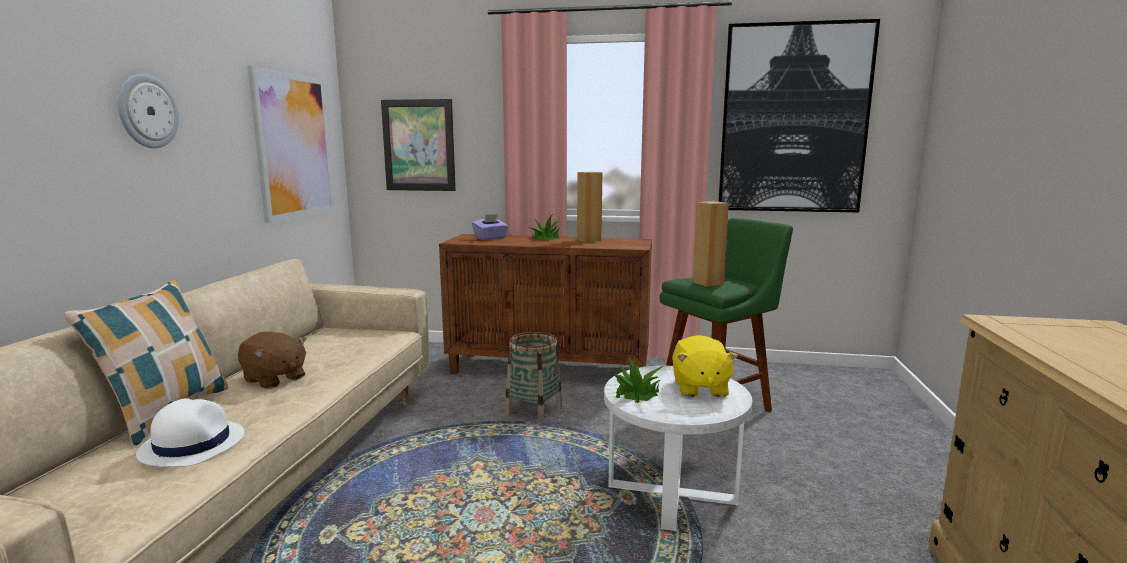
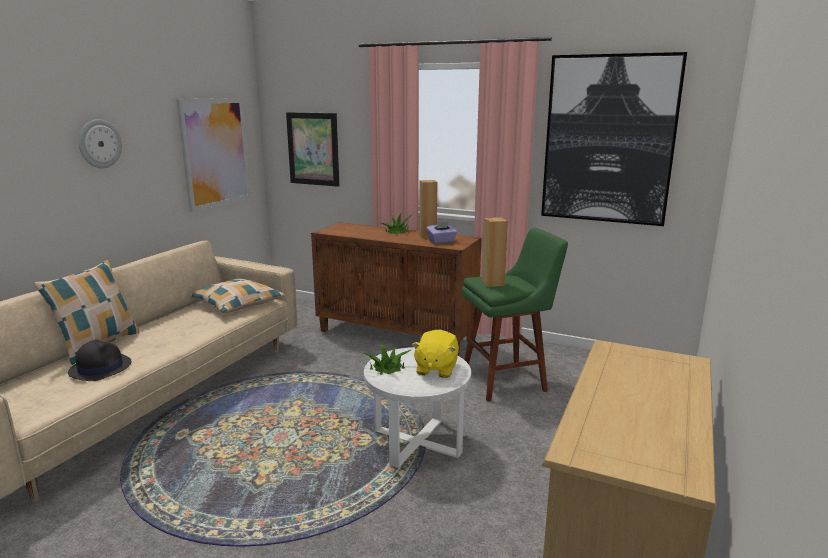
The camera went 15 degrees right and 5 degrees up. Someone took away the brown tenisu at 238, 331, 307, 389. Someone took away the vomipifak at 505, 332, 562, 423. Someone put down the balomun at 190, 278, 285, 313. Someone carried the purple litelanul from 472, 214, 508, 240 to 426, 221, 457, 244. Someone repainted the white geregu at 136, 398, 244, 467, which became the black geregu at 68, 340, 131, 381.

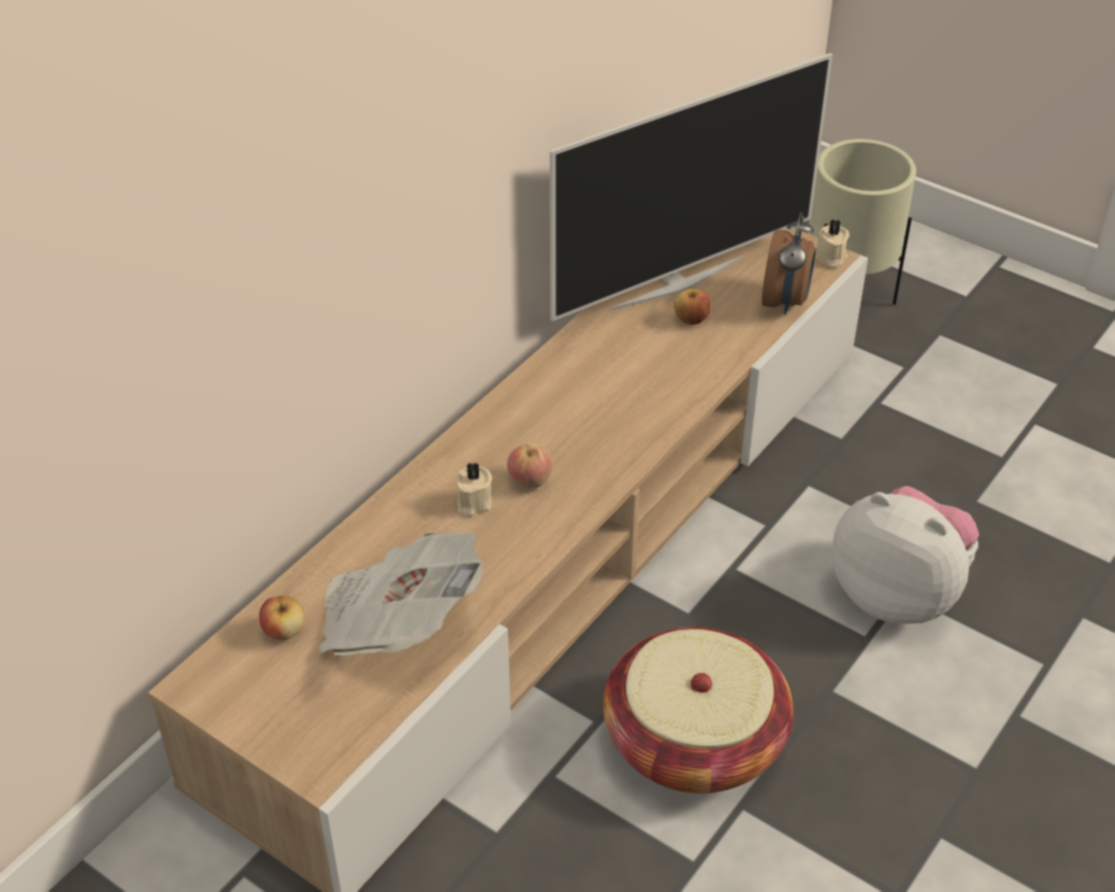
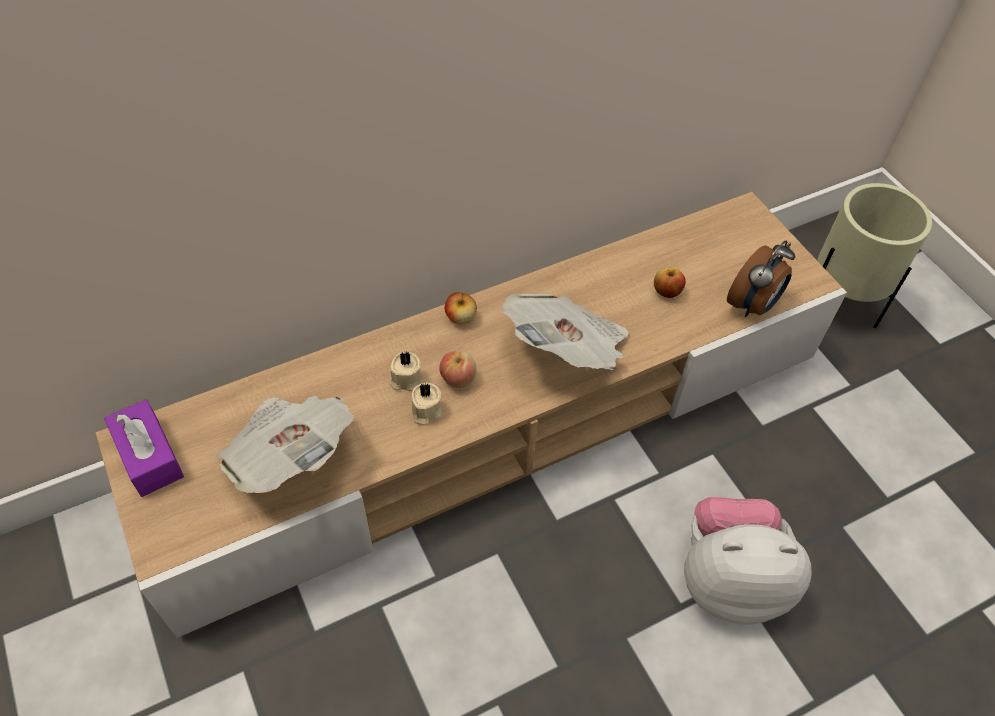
The camera went 25 degrees right and 10 degrees up. Someone took away the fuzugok at 550, 53, 833, 321. Someone took away the vomipifak at 603, 627, 794, 794. Someone put down the purple litelanul at 104, 399, 184, 497. Someone put down the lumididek at 502, 294, 629, 370. Someone carried the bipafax from 259, 596, 305, 640 to 445, 292, 477, 324. Someone carried the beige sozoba from 815, 219, 850, 268 to 412, 382, 441, 426. Someone rotated the tenisu at 832, 486, 979, 624 by 60 degrees counterclockwise.

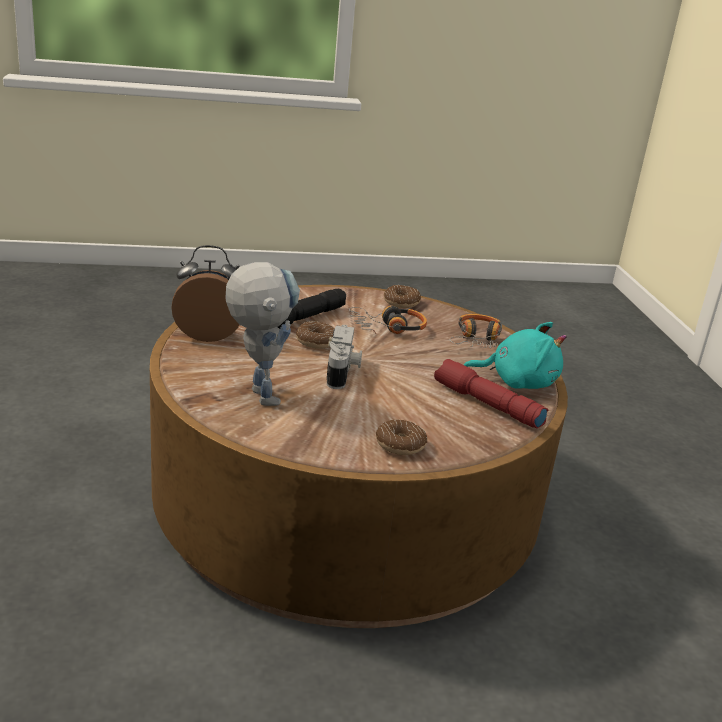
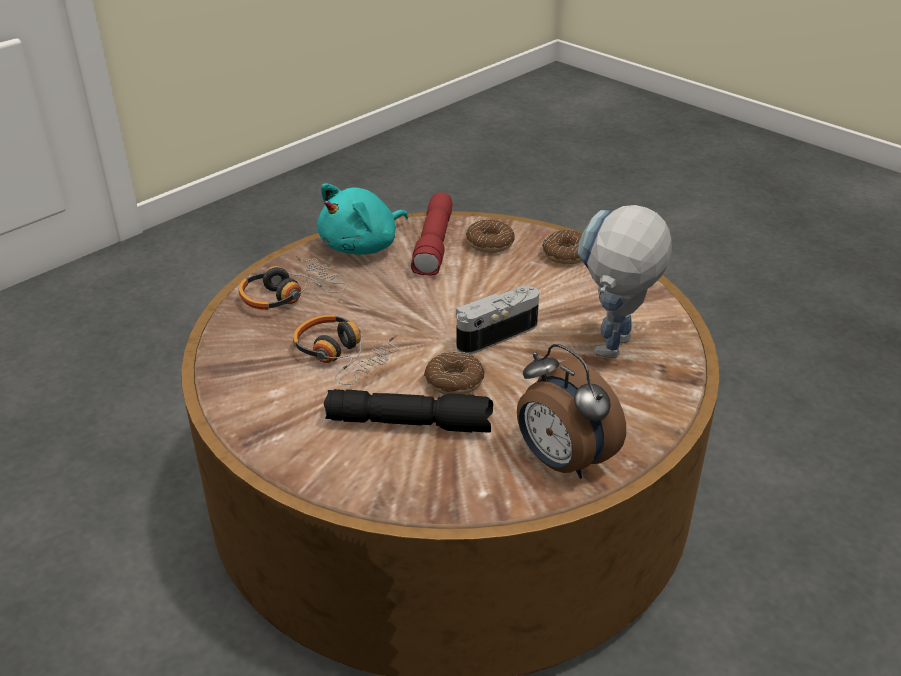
The camera went 125 degrees left and 10 degrees up. Someone carried the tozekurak from 384, 285, 421, 308 to 466, 219, 515, 253. Someone rotated the turquoise tenisu at 464, 322, 567, 389 by 105 degrees counterclockwise.

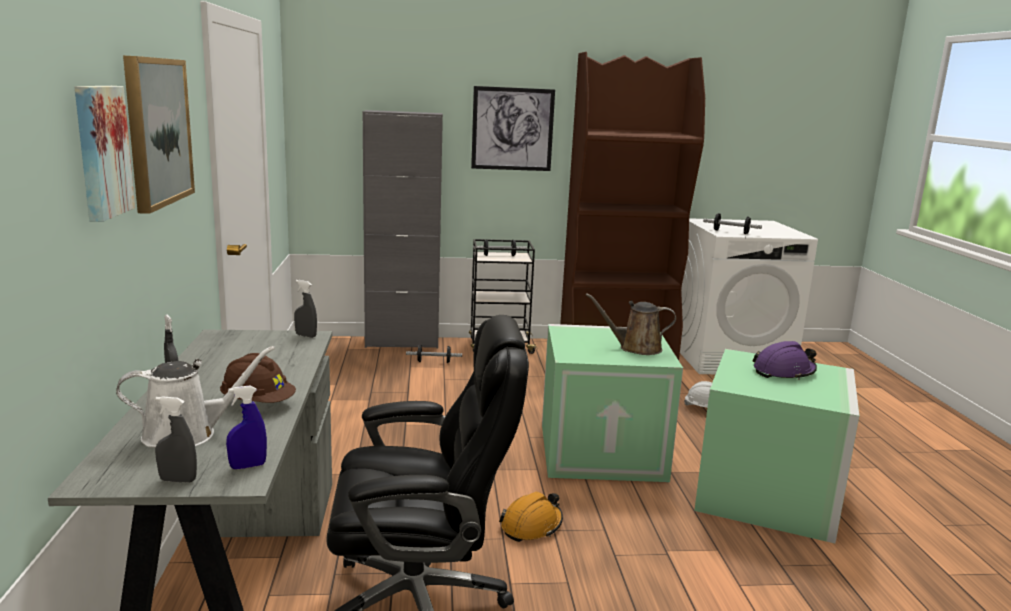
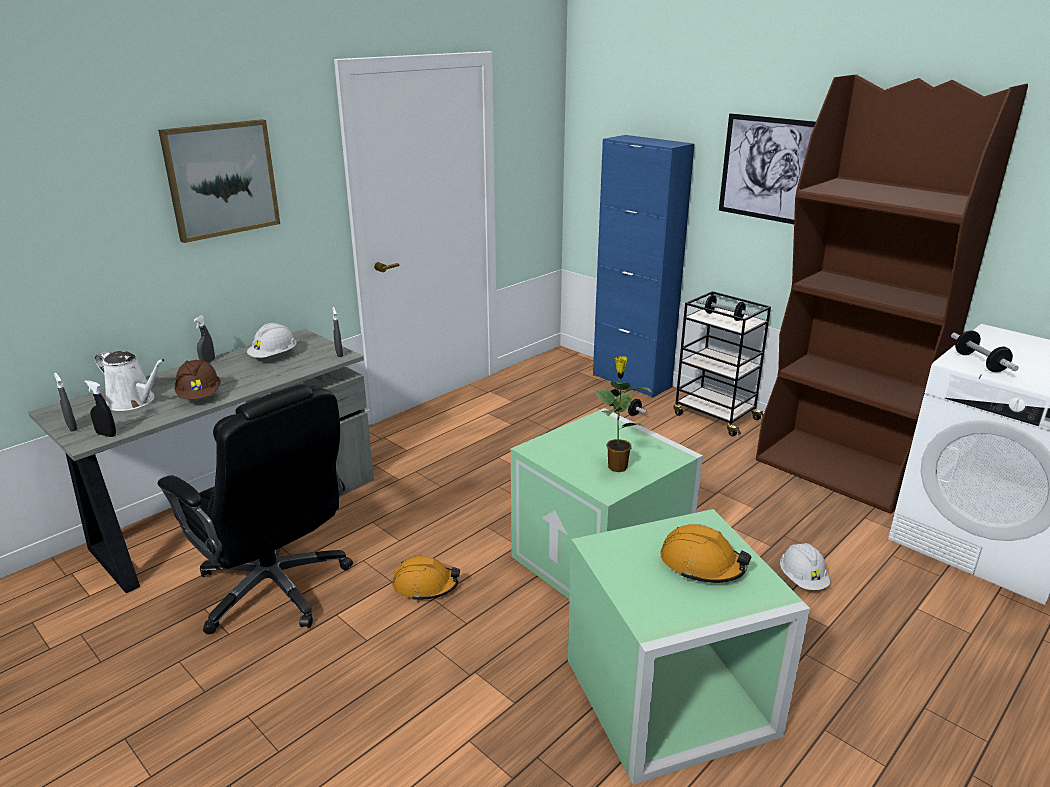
The camera went 50 degrees right and 10 degrees up. Someone took away the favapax at 74, 86, 135, 222. Someone put down the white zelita at 247, 323, 297, 358. Someone swapped the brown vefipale at 586, 293, 676, 355 for the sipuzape at 594, 356, 653, 472. Someone repainted the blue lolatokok at 226, 386, 267, 469, which became the black lolatokok at 84, 380, 116, 437. Someone repainted the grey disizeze at 363, 110, 443, 348, which became the blue disizeze at 593, 135, 694, 398. Someone repainted the purple zelita at 752, 341, 817, 380, which became the orange zelita at 661, 524, 751, 583.

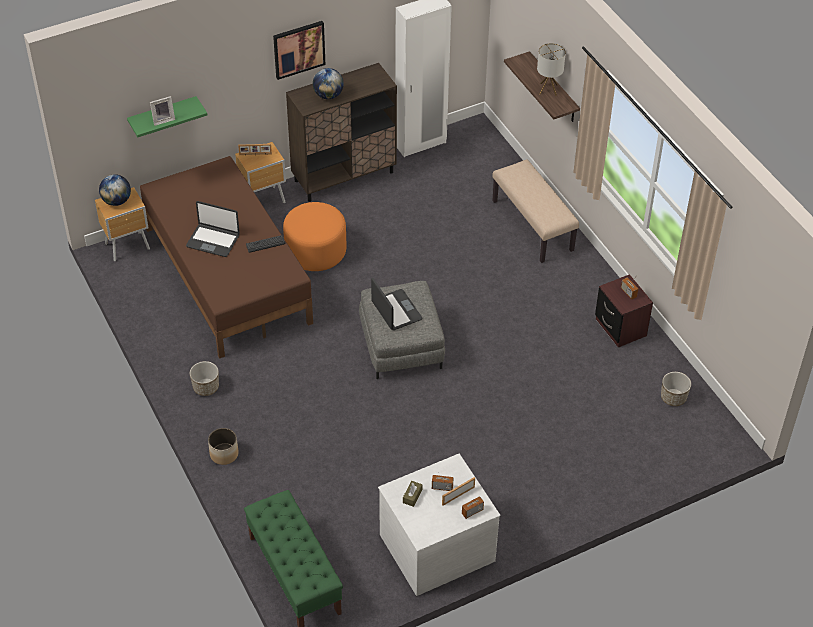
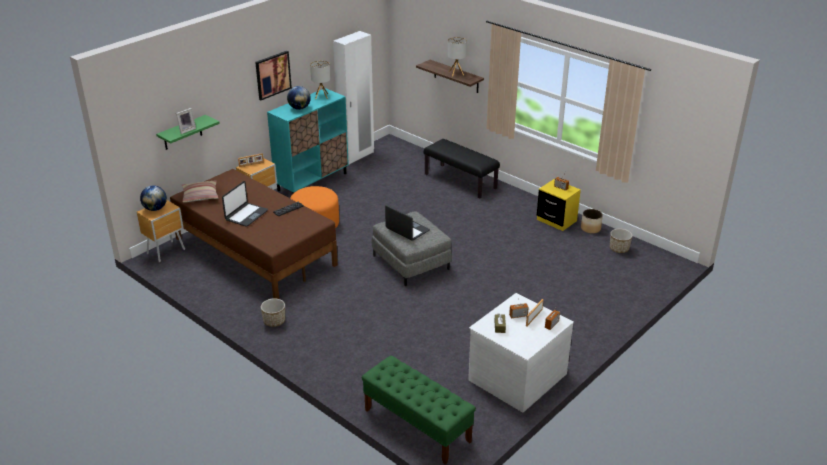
The camera went 20 degrees left and 15 degrees down. Someone put down the balomun at 182, 180, 218, 202. Someone put down the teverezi at 310, 60, 330, 99. Someone carried the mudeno from 208, 428, 239, 465 to 581, 209, 603, 234. Someone repainted the brown disizeze at 286, 63, 397, 202, which became the turquoise disizeze at 267, 88, 349, 193. Someone repainted the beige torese at 492, 159, 579, 263, which became the black torese at 424, 139, 500, 199. Someone repainted the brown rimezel at 595, 274, 653, 348, which became the yellow rimezel at 537, 179, 581, 231. Someone rotated the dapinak at 186, 201, 240, 257 by 60 degrees counterclockwise.

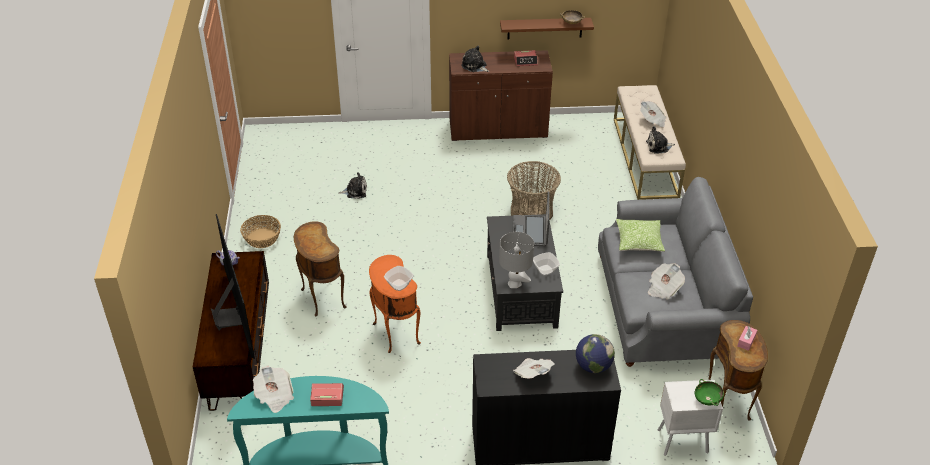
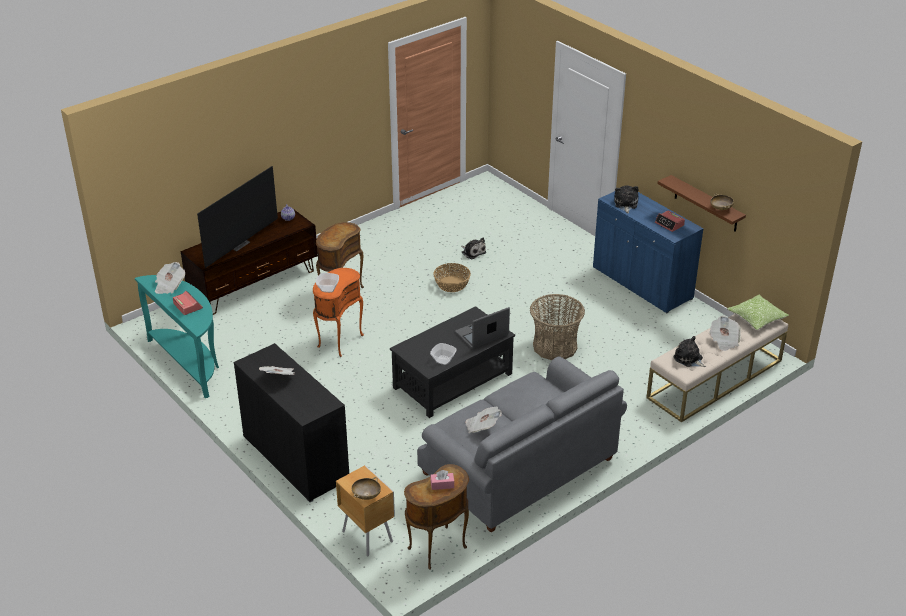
The camera went 55 degrees right and 5 degrees down. Someone took away the grey teverezi at 499, 232, 534, 288. Someone took away the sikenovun at 576, 334, 615, 373. Someone carried the vomipifak from 240, 215, 281, 248 to 434, 263, 471, 292. Someone carried the balomun from 616, 219, 665, 252 to 727, 295, 789, 330. Someone repainted the brown disizeze at 449, 50, 553, 141, which became the blue disizeze at 593, 191, 704, 313. Someone repainted the white rimezel at 658, 380, 723, 456, which became the brown rimezel at 336, 465, 395, 556. Someone repainted the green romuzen at 695, 379, 724, 406, which became the beige romuzen at 352, 477, 381, 500.

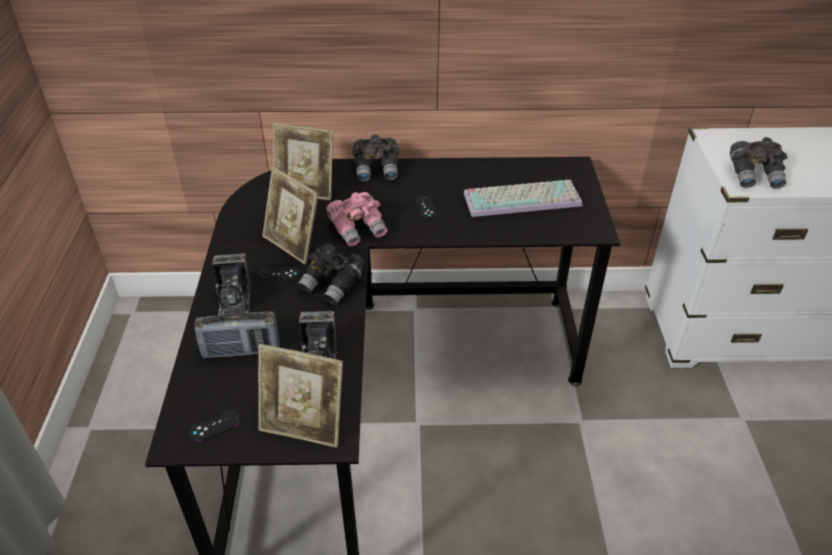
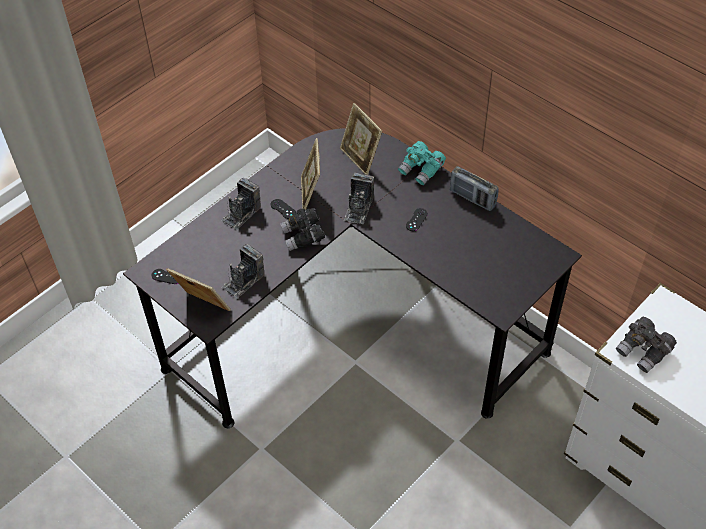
The camera went 45 degrees right and 10 degrees up. Someone took away the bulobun at 464, 180, 583, 217. Someone carried the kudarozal from 194, 311, 280, 358 to 450, 166, 499, 211. Someone swapped the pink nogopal at 326, 192, 388, 246 for the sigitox at 344, 173, 374, 224. Someone repainted the grey nogopal at 352, 134, 400, 182, which became the turquoise nogopal at 398, 141, 446, 185. Someone rotated the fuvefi at 258, 344, 343, 448 by 150 degrees clockwise.

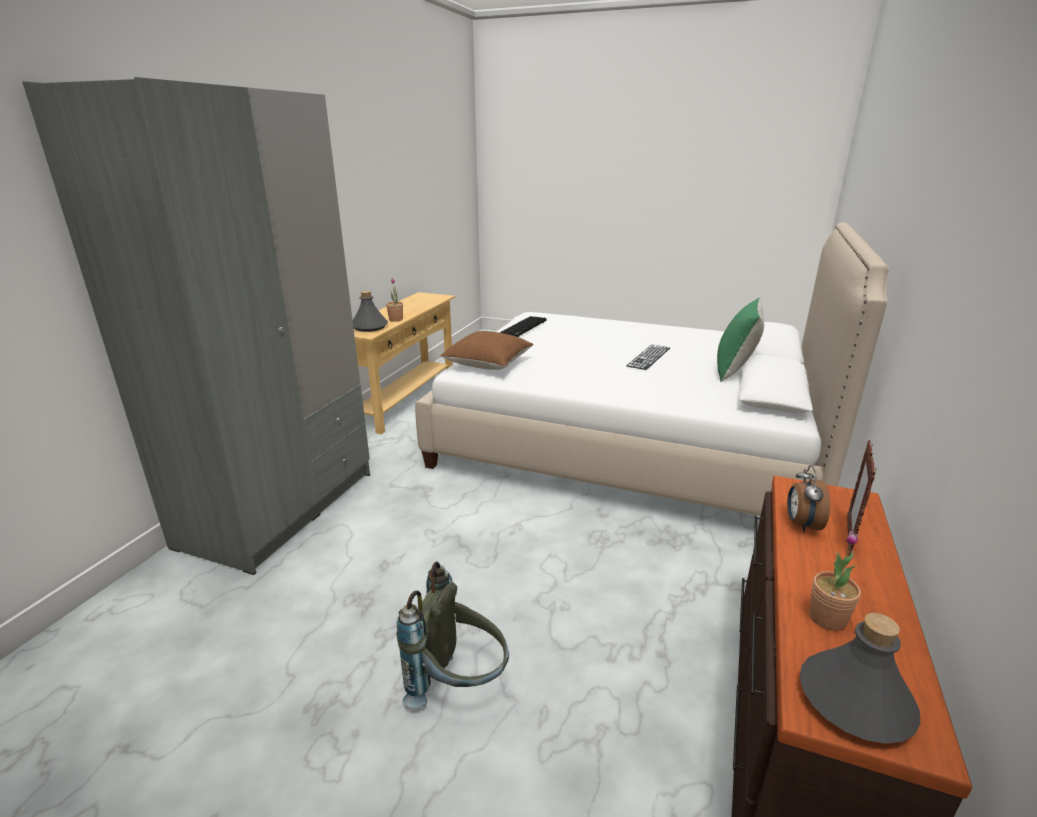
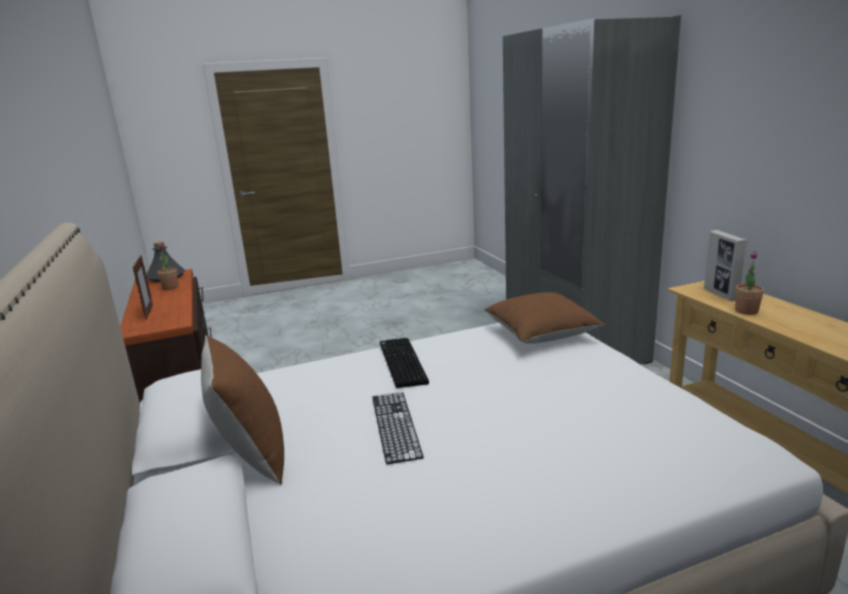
The camera went 140 degrees right and 5 degrees down. Someone took away the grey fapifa at 397, 561, 509, 708. Someone took away the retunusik at 787, 465, 830, 532. Someone carried the bulobun from 500, 316, 546, 337 to 380, 338, 429, 388. Someone swapped the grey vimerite at 353, 291, 388, 332 for the fuvefi at 704, 230, 747, 301. Someone repainted the green balomun at 717, 298, 764, 382, which became the brown balomun at 201, 335, 284, 485.

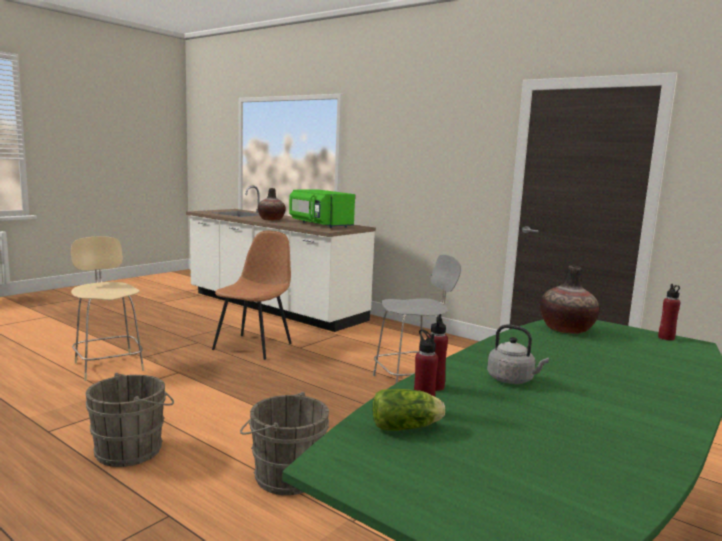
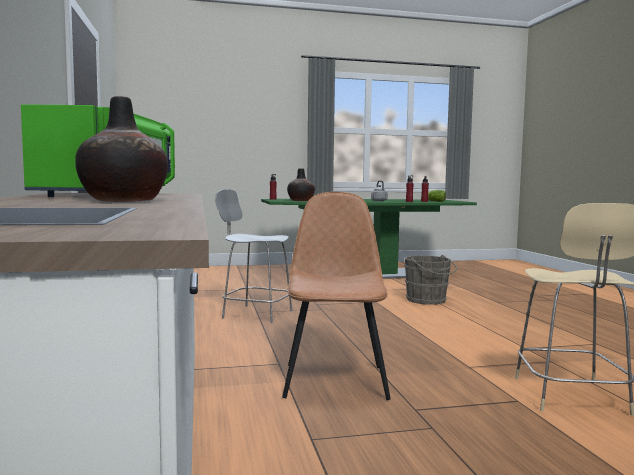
The camera went 140 degrees left and 5 degrees down. Someone took away the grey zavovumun at 86, 373, 174, 467. Someone rotated the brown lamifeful at 212, 231, 292, 360 by 120 degrees clockwise.

